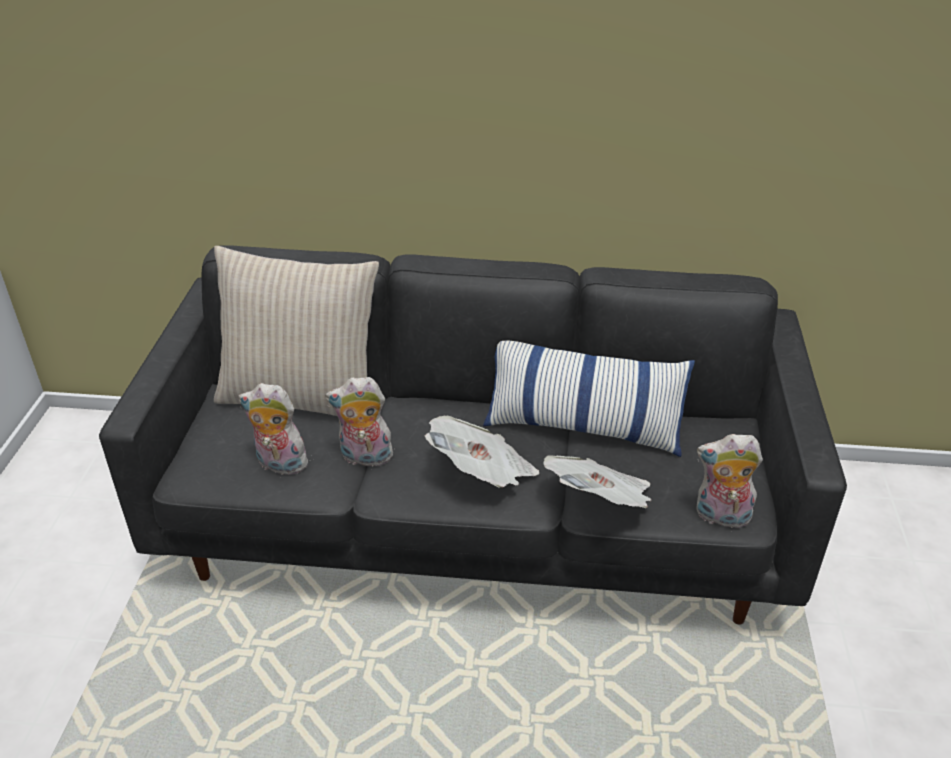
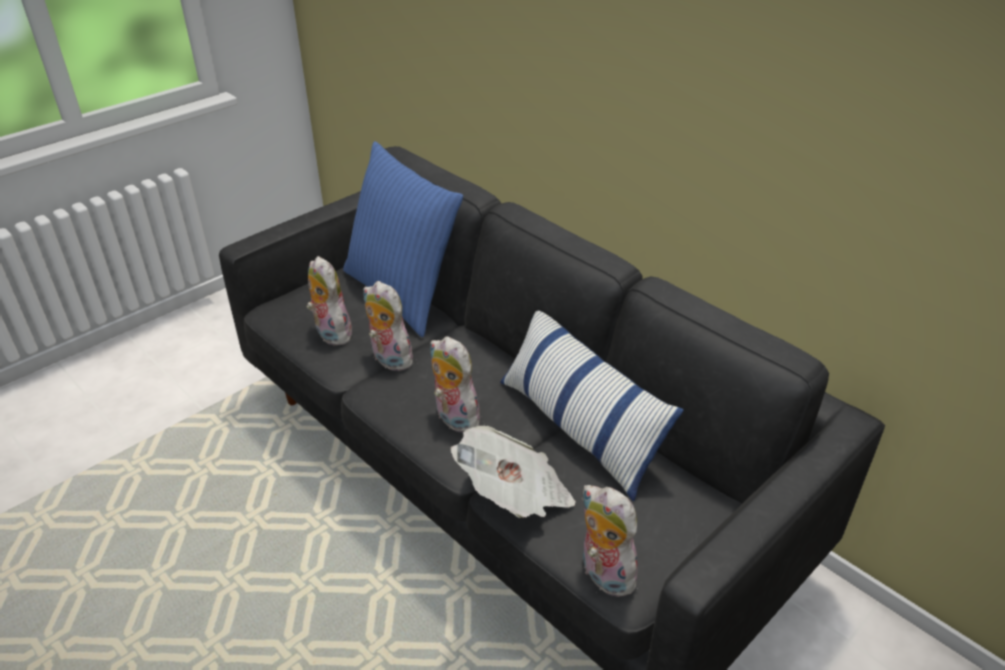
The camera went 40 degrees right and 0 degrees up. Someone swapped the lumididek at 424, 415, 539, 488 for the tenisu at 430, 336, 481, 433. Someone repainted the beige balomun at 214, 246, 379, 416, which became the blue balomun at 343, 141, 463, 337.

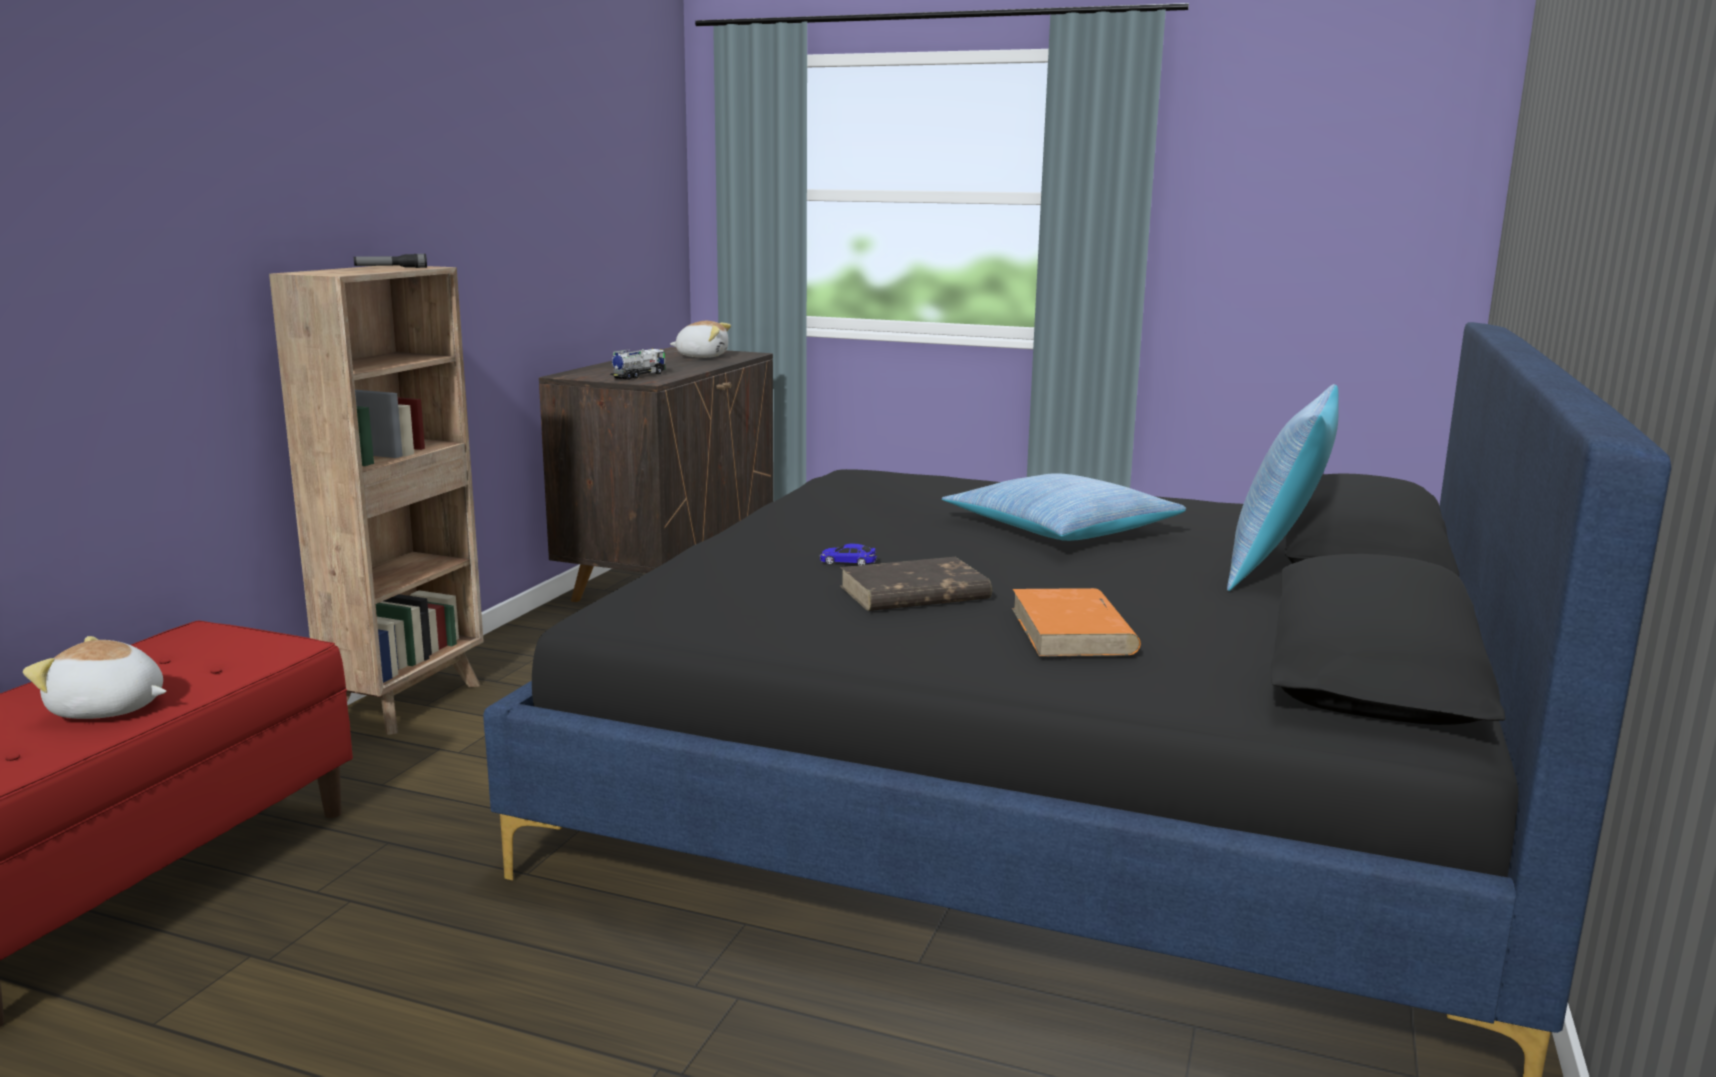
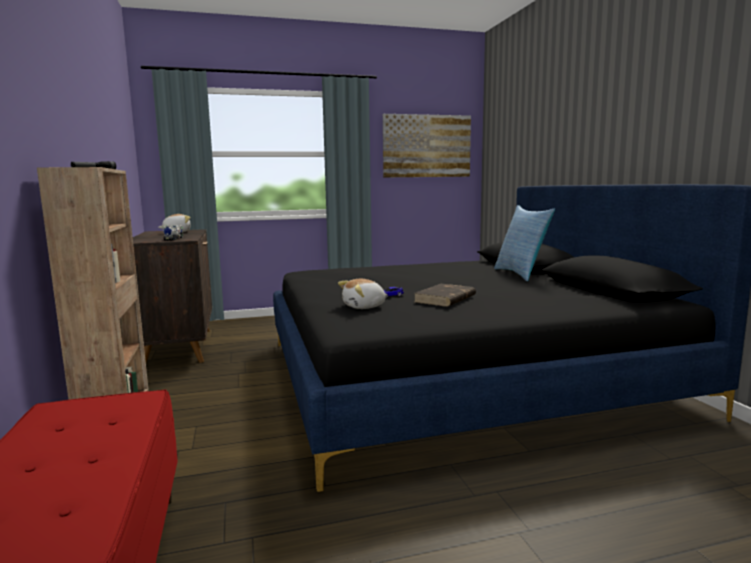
The camera went 35 degrees left and 5 degrees down. Someone took away the balomun at 942, 473, 1186, 541. Someone took away the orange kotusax at 1012, 588, 1141, 656. Someone put up the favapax at 383, 114, 471, 178. Someone carried the tenisu from 23, 636, 167, 719 to 338, 279, 387, 309.

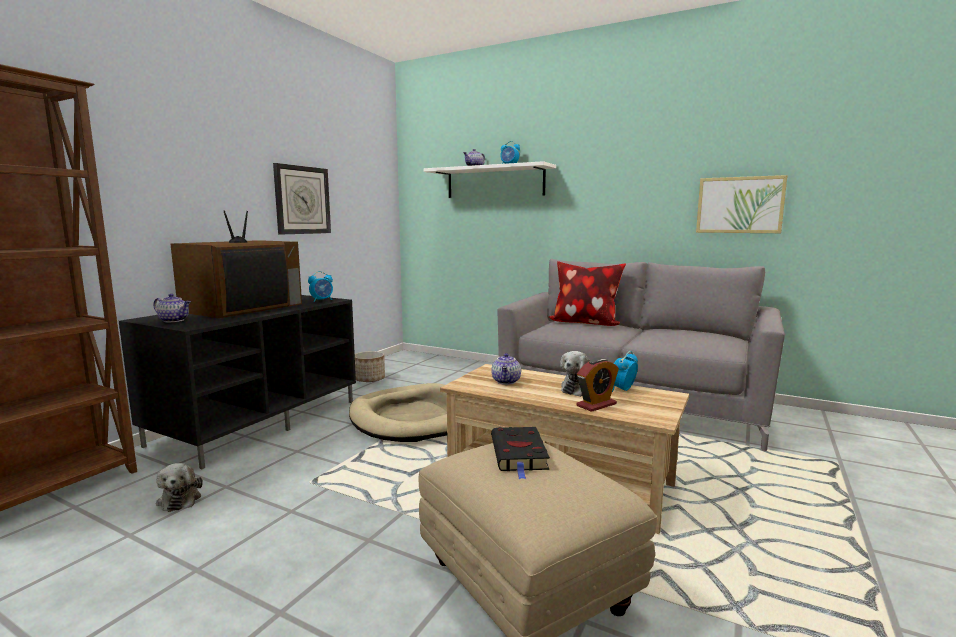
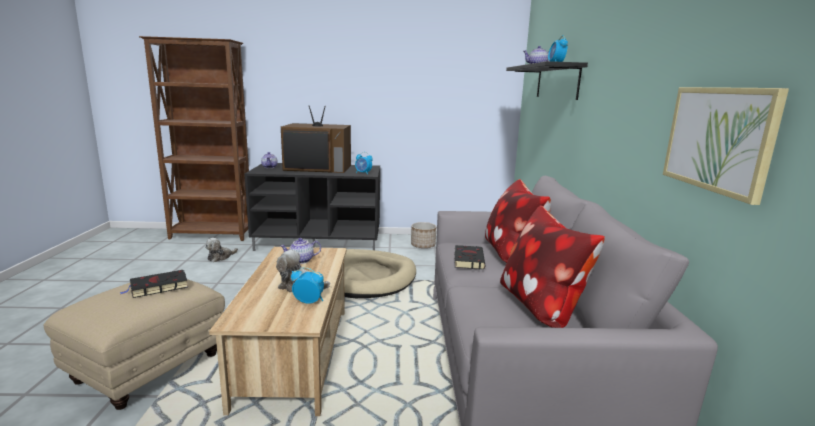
The camera went 60 degrees right and 5 degrees up. Someone took away the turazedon at 273, 163, 331, 234. Someone took away the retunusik at 577, 357, 618, 412. Someone put down the black kotusax at 455, 245, 485, 270. Someone put down the balomun at 500, 205, 605, 328. Someone repainted the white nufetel at 424, 161, 556, 198, which became the black nufetel at 506, 61, 588, 100.

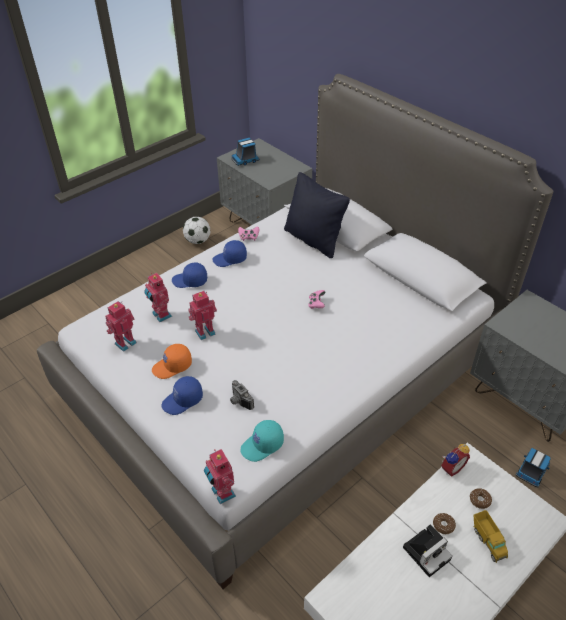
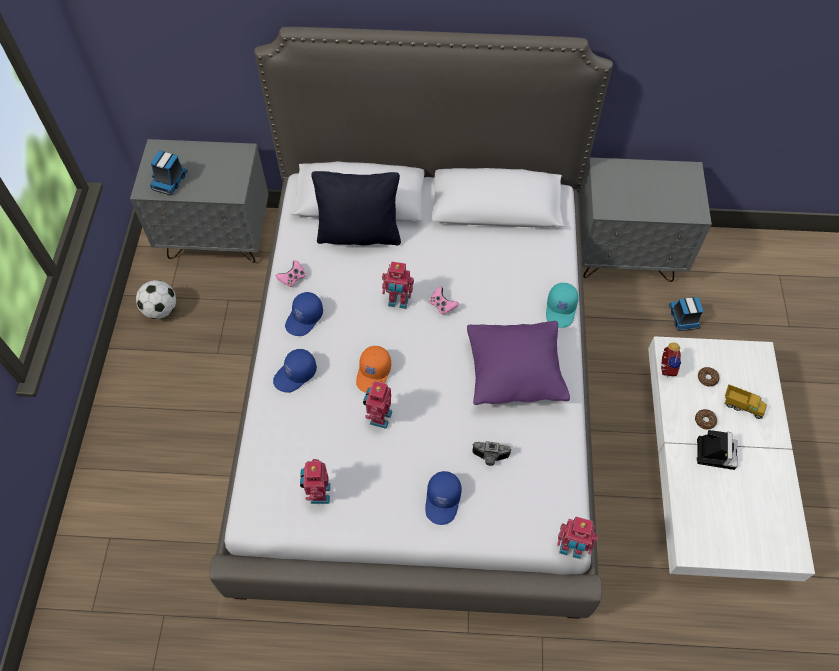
The camera went 45 degrees left and 15 degrees up. Someone put down the purple balomun at 467, 321, 570, 405. Someone carried the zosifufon from 144, 273, 172, 322 to 382, 261, 414, 309. Someone carried the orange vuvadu from 152, 344, 192, 379 to 356, 346, 391, 393. Someone carried the turquoise vuvadu from 240, 420, 284, 462 to 546, 283, 579, 328.

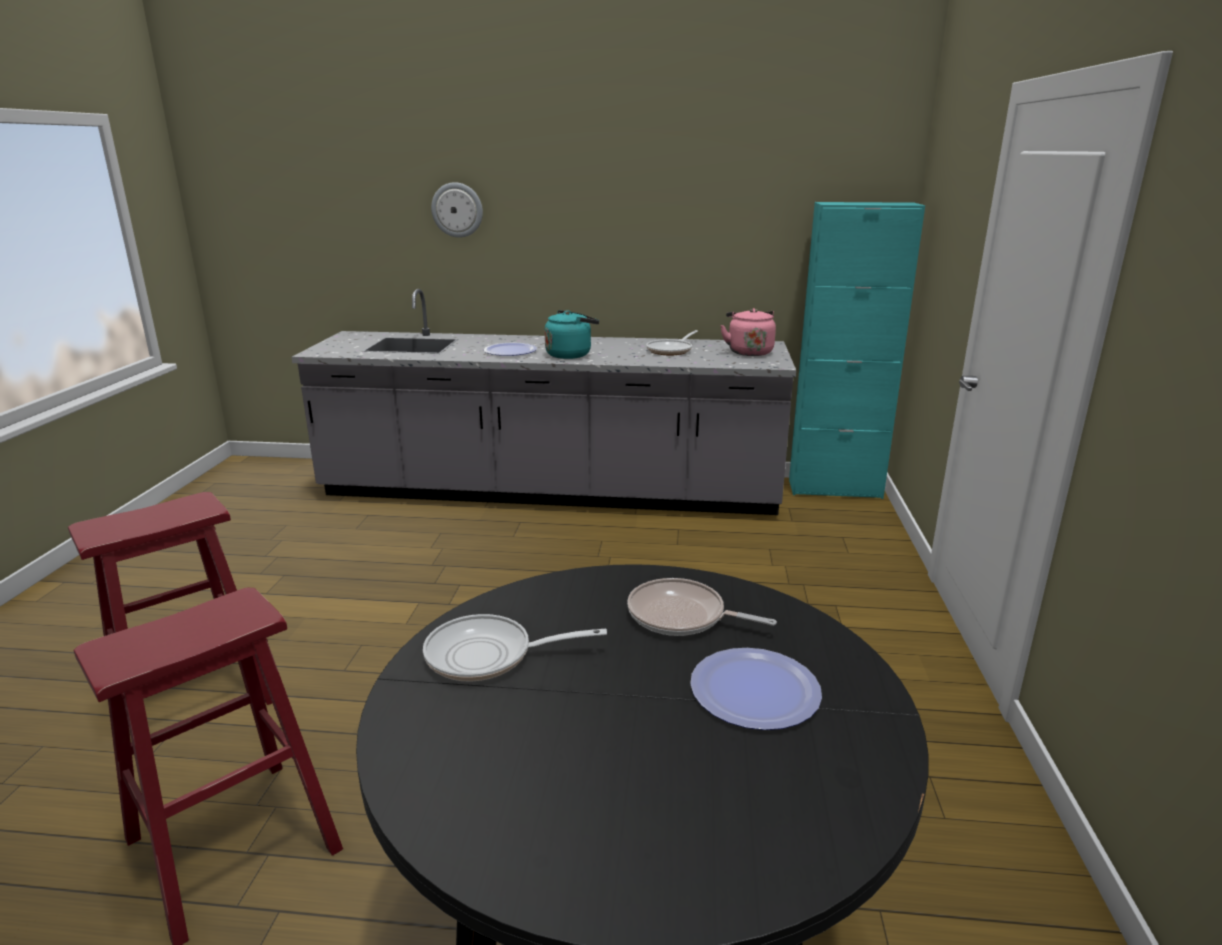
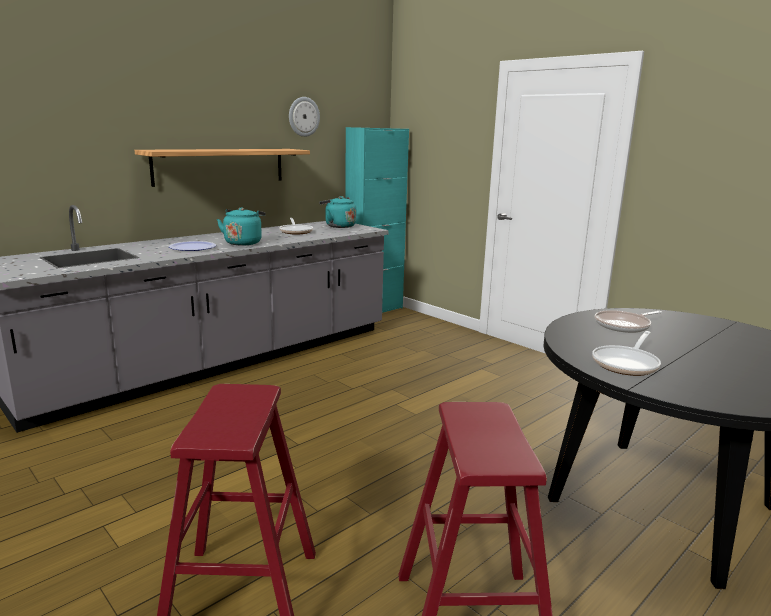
The camera went 50 degrees left and 5 degrees down. Someone took away the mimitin at 690, 648, 822, 730. Someone put up the nufetel at 134, 149, 310, 187. Someone carried the turazedon from 431, 182, 483, 238 to 289, 97, 320, 137. Someone repainted the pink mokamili at 720, 308, 776, 356, which became the turquoise mokamili at 319, 196, 356, 228.

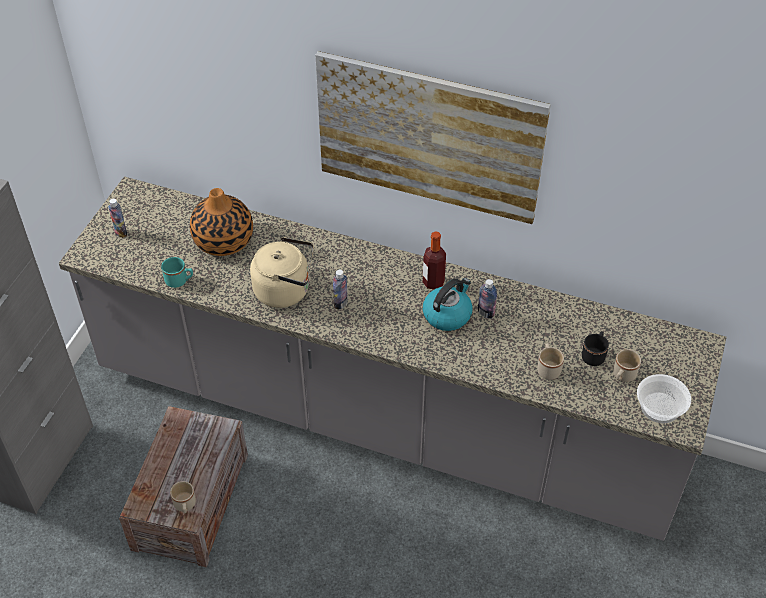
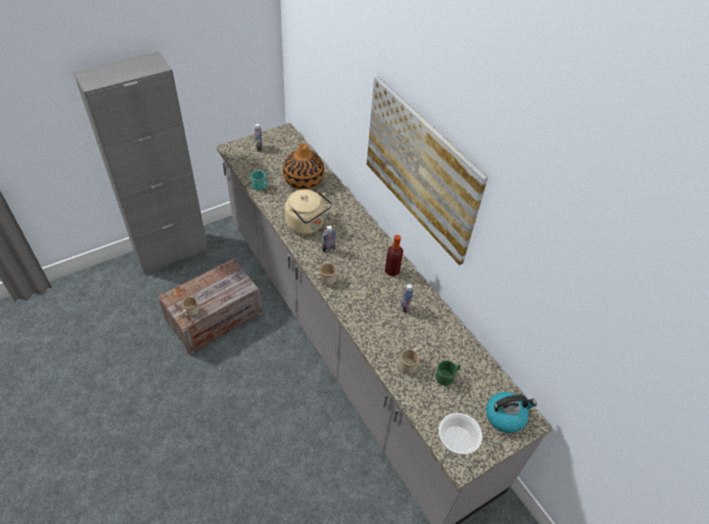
The camera went 35 degrees right and 0 degrees up. Someone carried the mokamili from 423, 278, 472, 331 to 486, 392, 537, 433. Someone carried the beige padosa from 613, 349, 641, 382 to 314, 263, 337, 285. Someone repainted the black padosa at 582, 331, 609, 366, which became the green padosa at 436, 360, 461, 386.

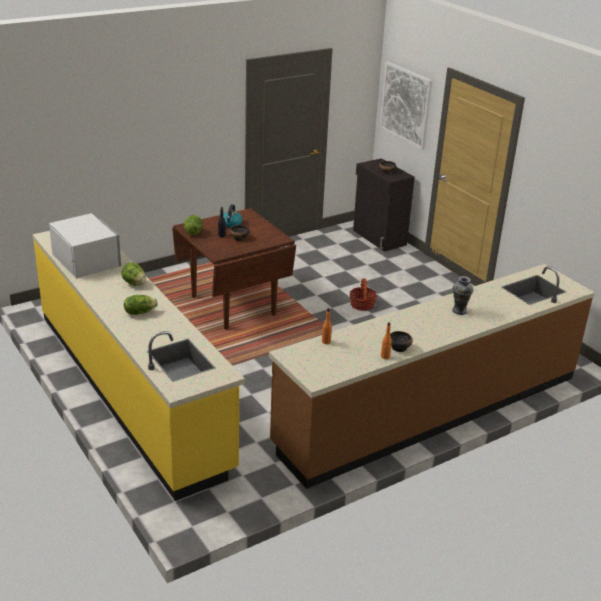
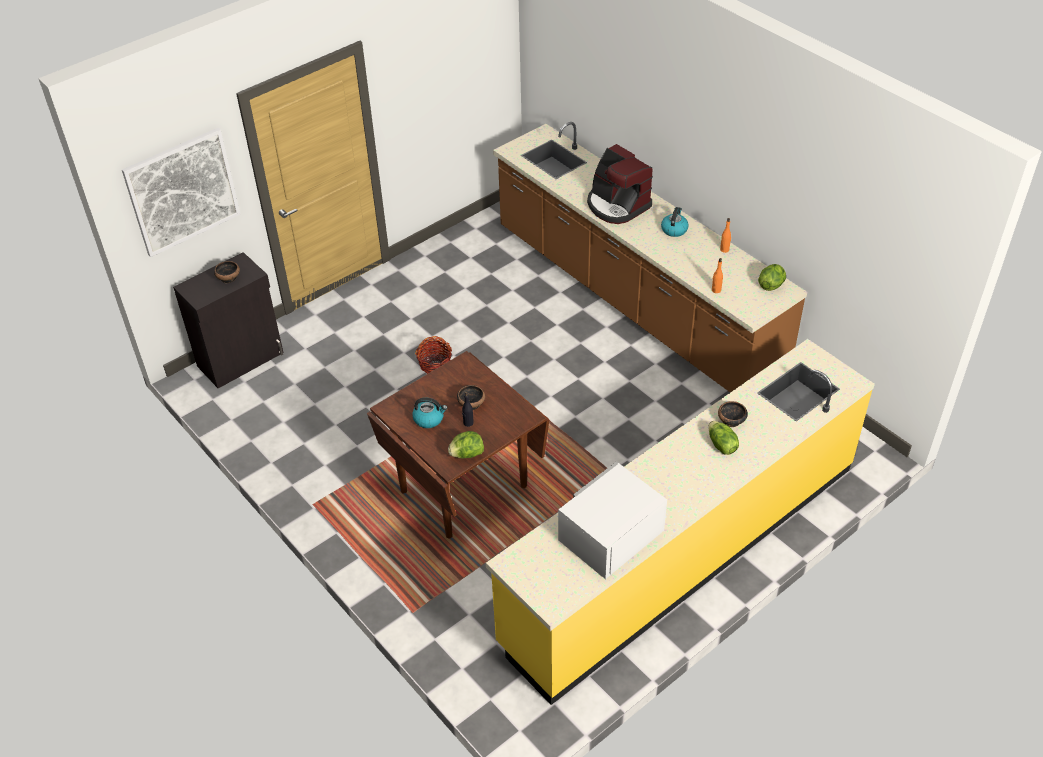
The camera went 95 degrees left and 15 degrees up. Someone put down the mokamili at 661, 207, 689, 237. Someone carried the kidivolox from 121, 262, 146, 286 to 758, 264, 786, 291. Someone carried the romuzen from 390, 331, 413, 352 to 718, 401, 748, 427. Someone swapped the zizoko at 452, 276, 473, 315 for the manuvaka at 587, 144, 653, 224.

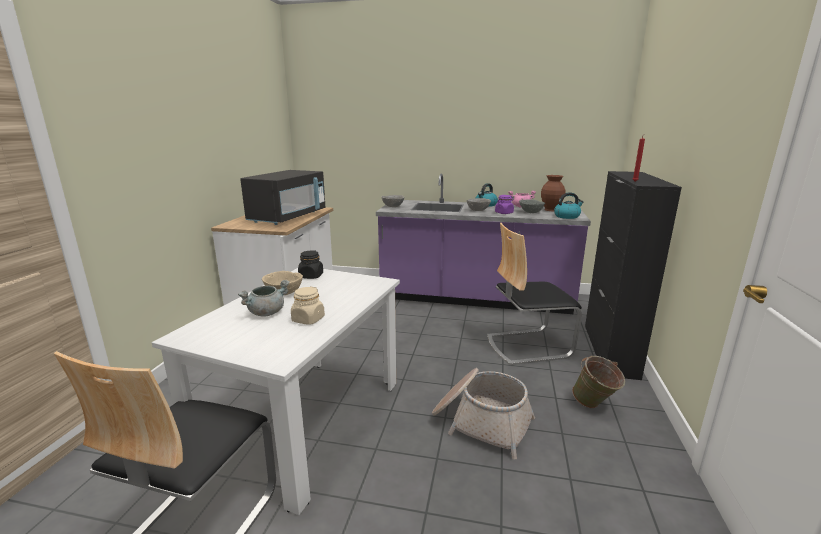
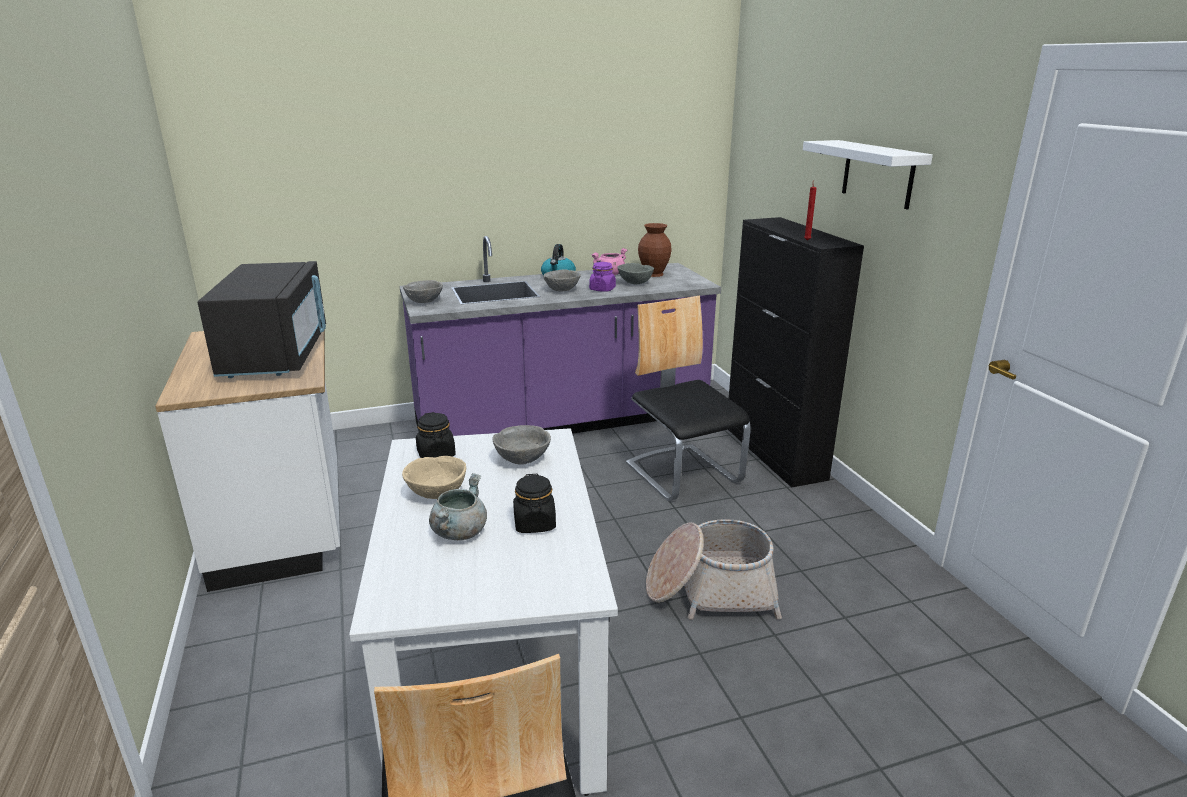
The camera went 30 degrees left and 5 degrees up. Someone took away the mokamili at 554, 192, 584, 219. Someone took away the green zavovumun at 572, 356, 625, 408. Someone put down the grey romuzen at 492, 425, 551, 465. Someone put up the white nufetel at 803, 140, 933, 209. Someone repainted the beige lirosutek at 291, 286, 325, 325, which became the black lirosutek at 513, 474, 556, 533. Someone rotated the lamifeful at 487, 223, 582, 365 by 105 degrees clockwise.

